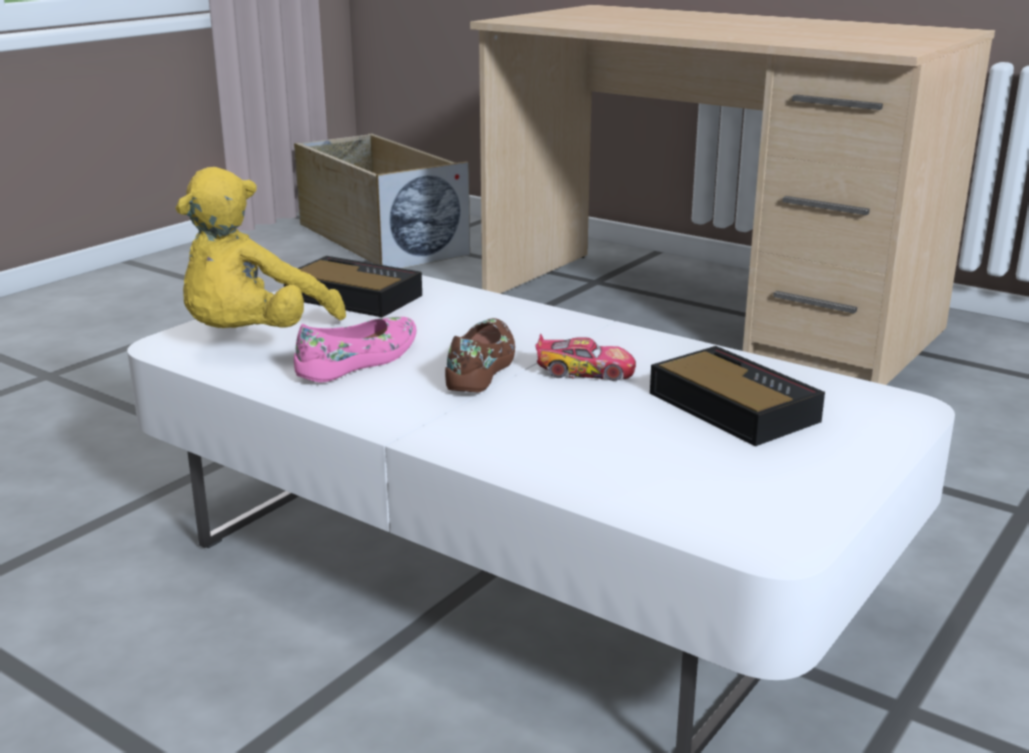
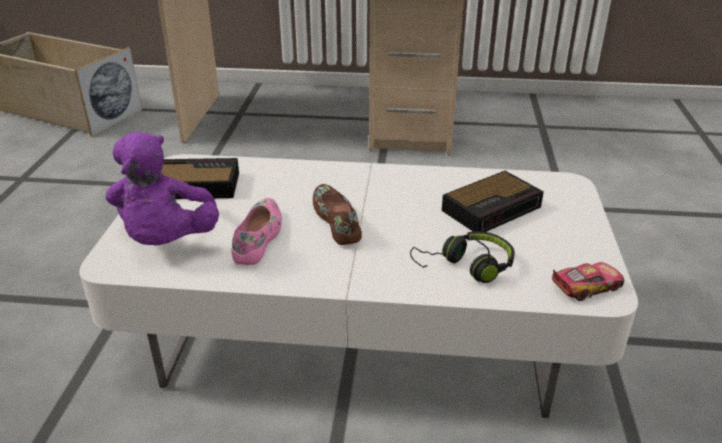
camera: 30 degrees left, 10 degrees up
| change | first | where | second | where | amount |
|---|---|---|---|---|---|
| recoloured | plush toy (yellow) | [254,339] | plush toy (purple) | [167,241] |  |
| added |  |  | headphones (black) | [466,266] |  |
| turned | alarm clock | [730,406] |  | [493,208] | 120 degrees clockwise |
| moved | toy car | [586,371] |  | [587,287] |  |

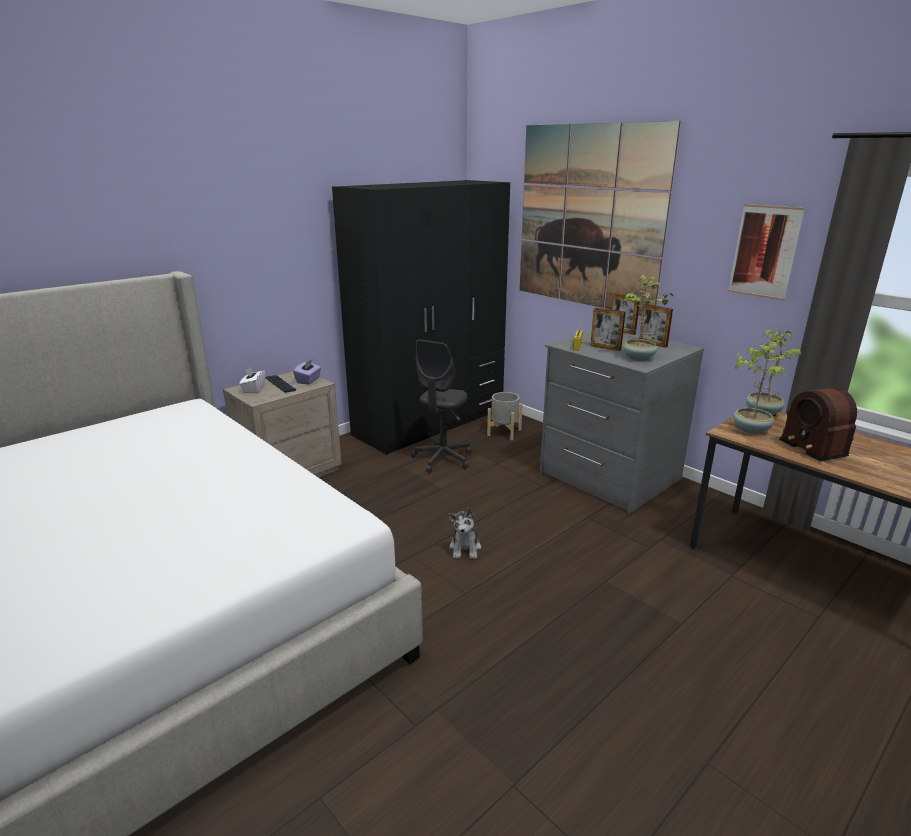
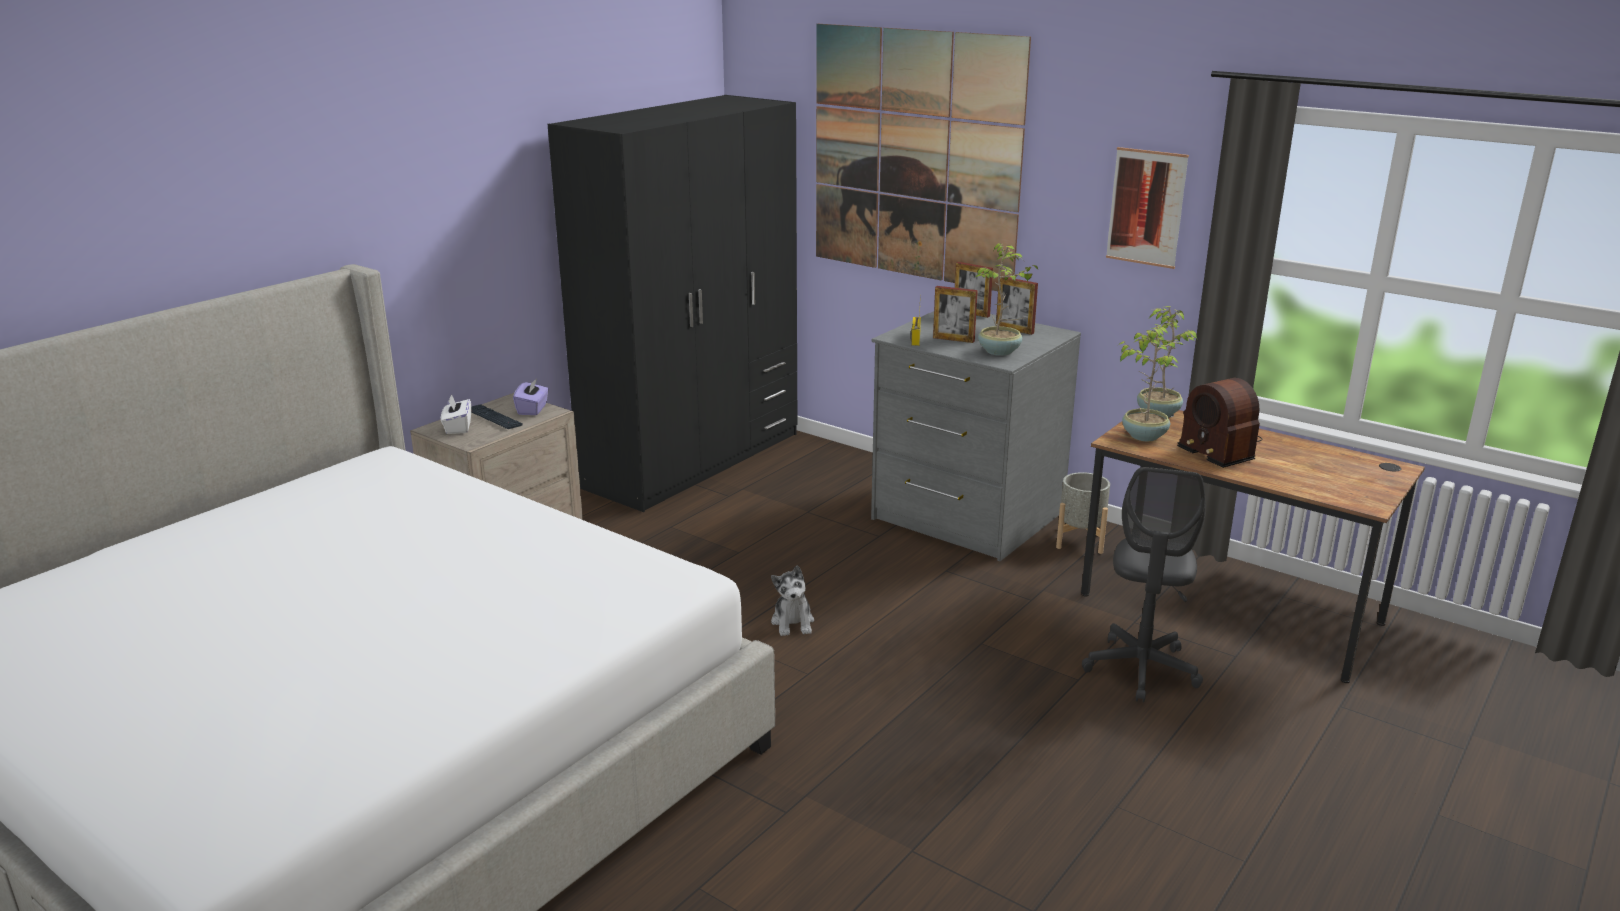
camera: 10 degrees left, 0 degrees up
| change | first | where | second | where | amount |
|---|---|---|---|---|---|
| moved | planter (grey) | [504,432] |  | [1080,540] |  |
| moved | office chair (grey) | [442,459] |  | [1141,670] |  |

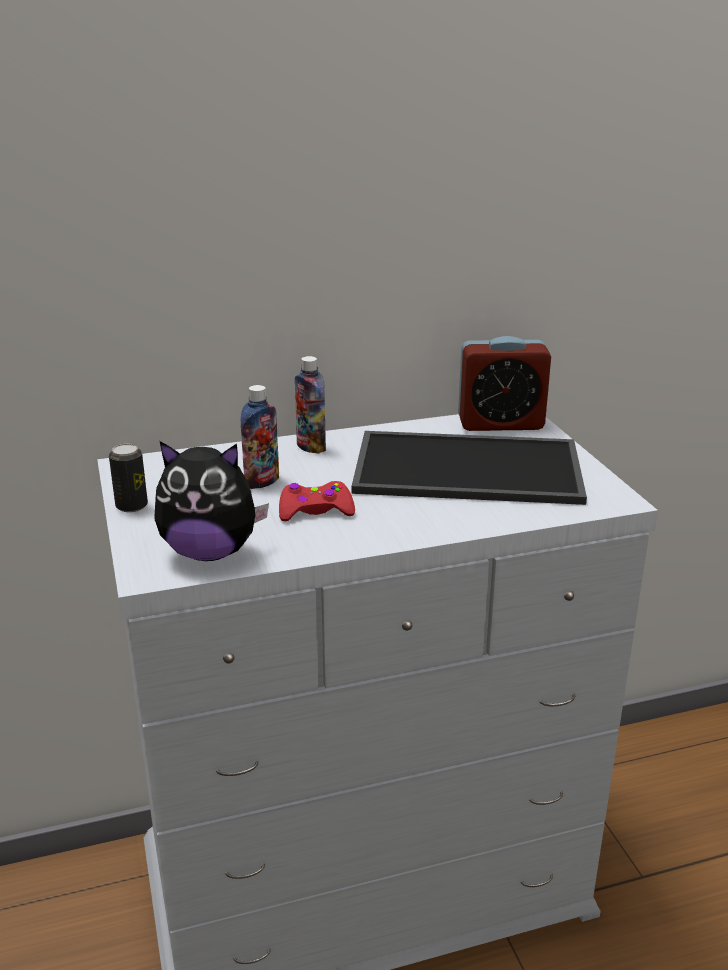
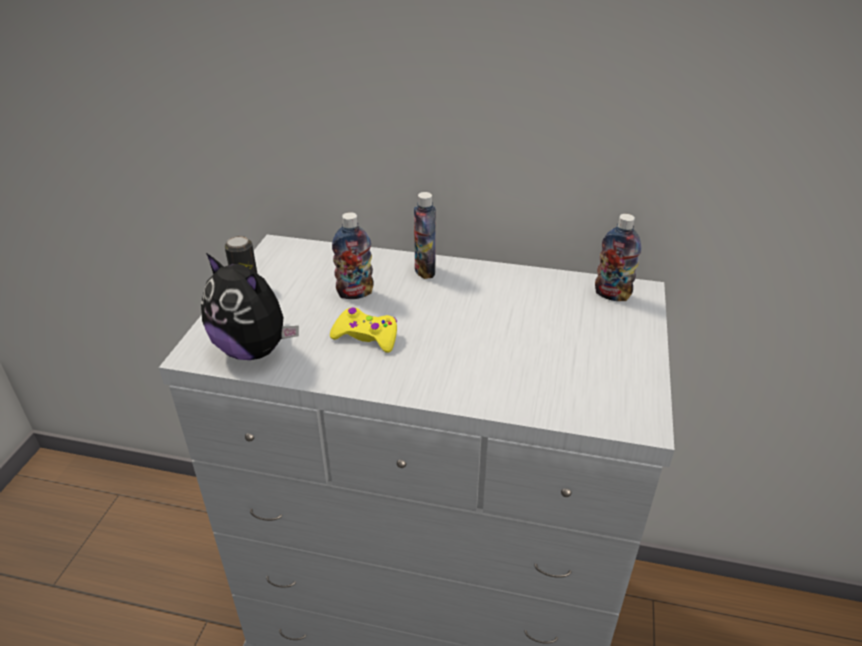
camera: 30 degrees right, 10 degrees up
| change | first | where | second | where | amount |
|---|---|---|---|---|---|
| recoloured | game controller (red) | [315,510] | game controller (yellow) | [366,336] |  |
| replaced | alarm clock | [500,423] | bottle | [612,295] |  |
| removed | tray | [465,470] |  |  |  |

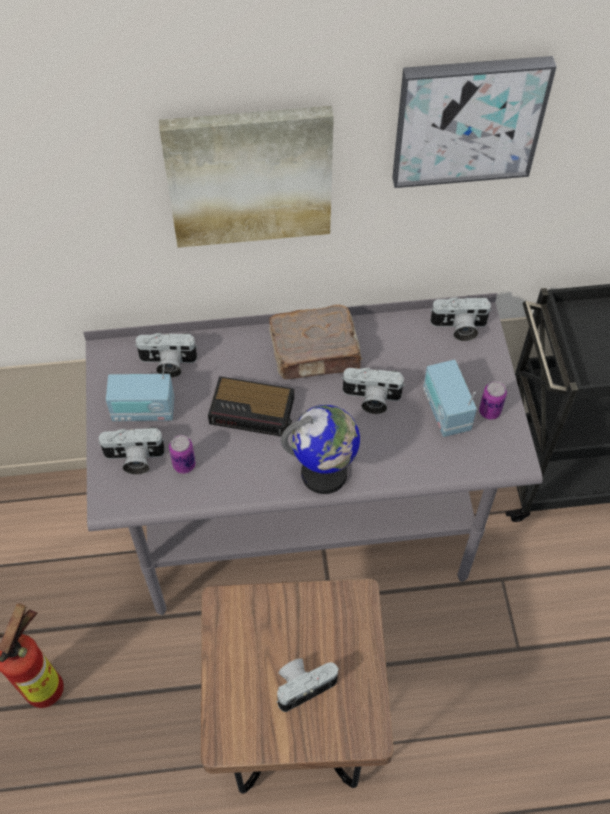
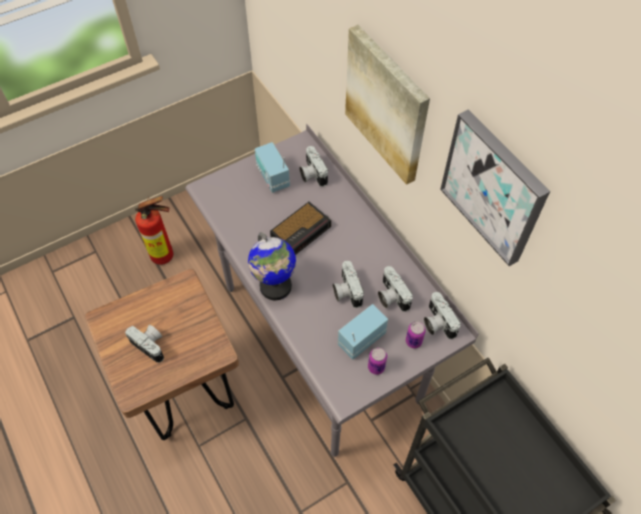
camera: 65 degrees right, 0 degrees up
| change | first | where | second | where | amount |
|---|---|---|---|---|---|
| turned | alarm clock | [254,411] |  | [302,231] | 120 degrees counterclockwise |
| moved | photo camera | [134,459] |  | [390,296] |  |
| moved | can | [184,464] |  | [413,341] |  |
| removed | book (brown) | [316,353] |  |  |  |

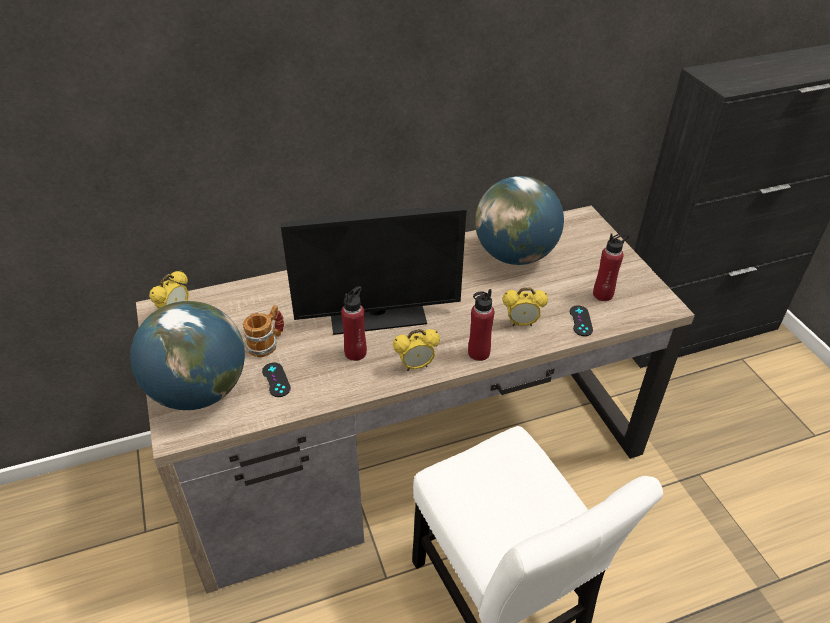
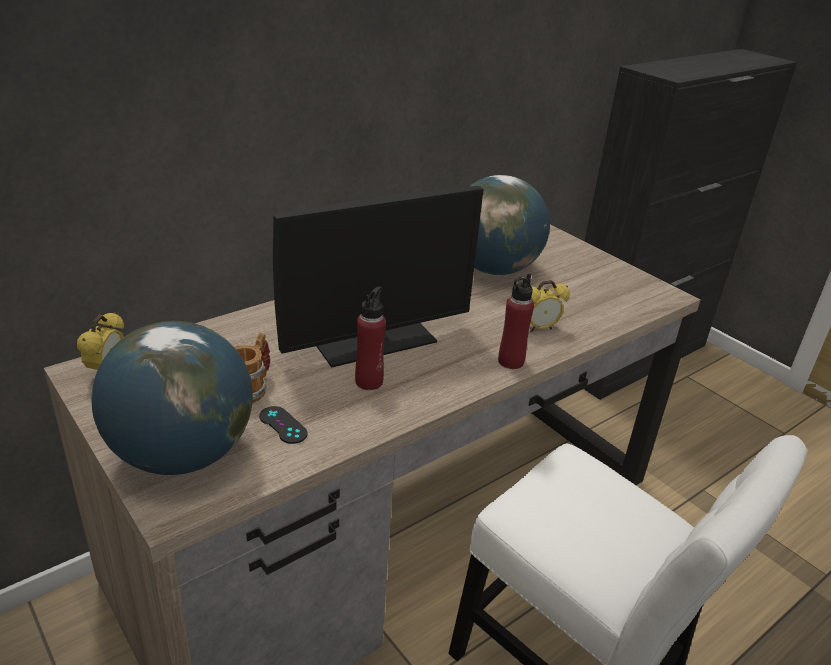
camera: 20 degrees left, 10 degrees down
| change | first | where | second | where | amount |
|---|---|---|---|---|---|
| removed | alarm clock | [416,366] |  |  |  |
| removed | game controller (black) | [581,321] |  |  |  |
| removed | bottle (red) | [603,294] |  |  |  |

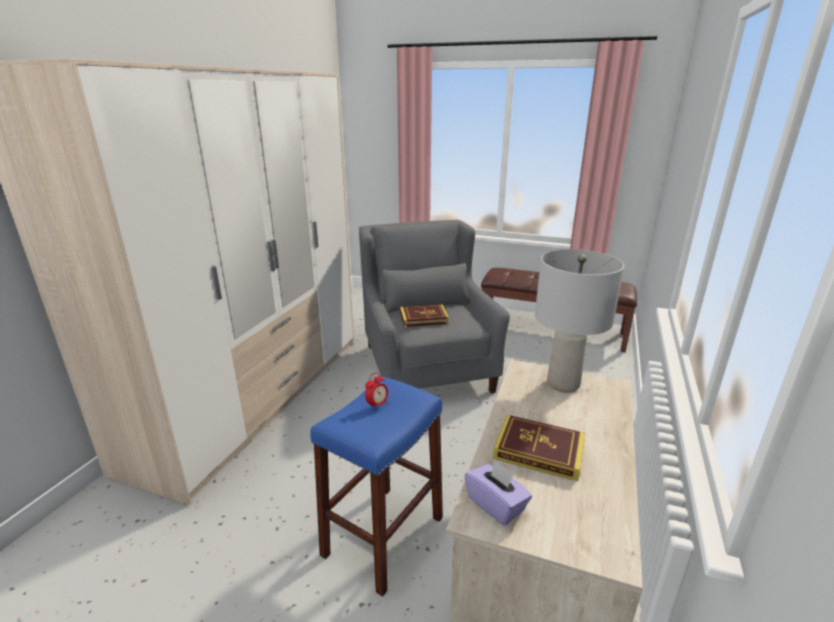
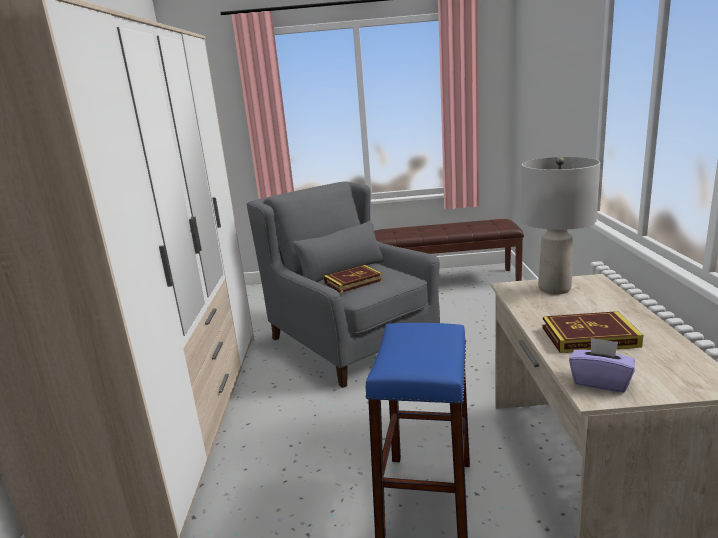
camera: 20 degrees left, 5 degrees down
| change | first | where | second | where | amount |
|---|---|---|---|---|---|
| removed | alarm clock | [377,405] |  |  |  |

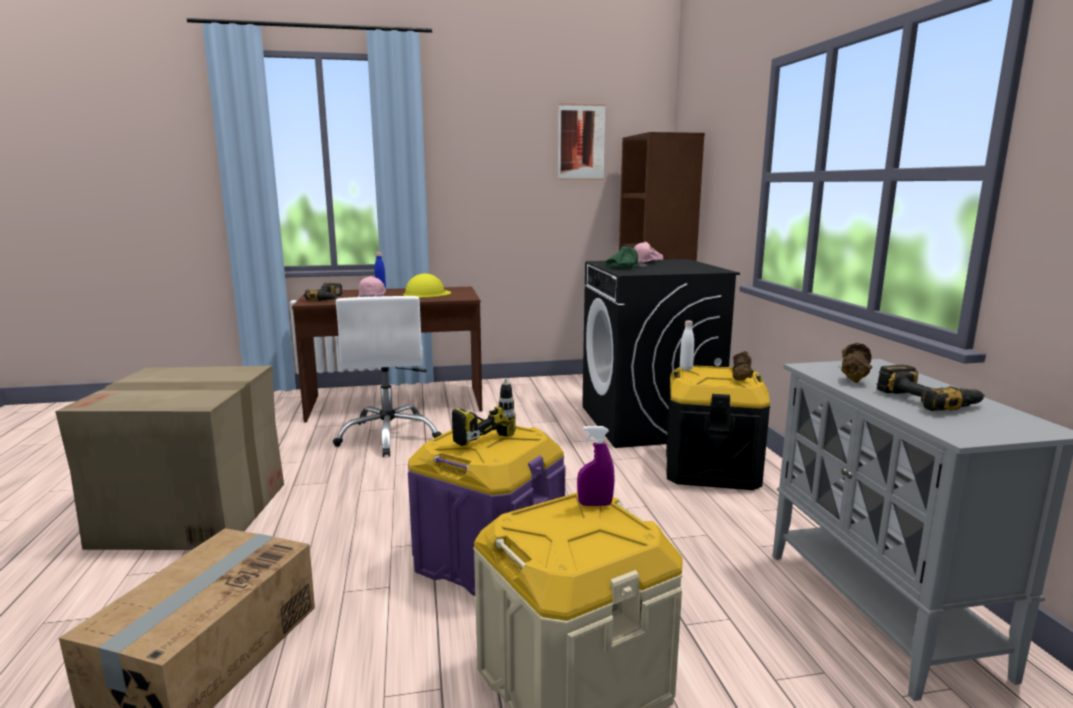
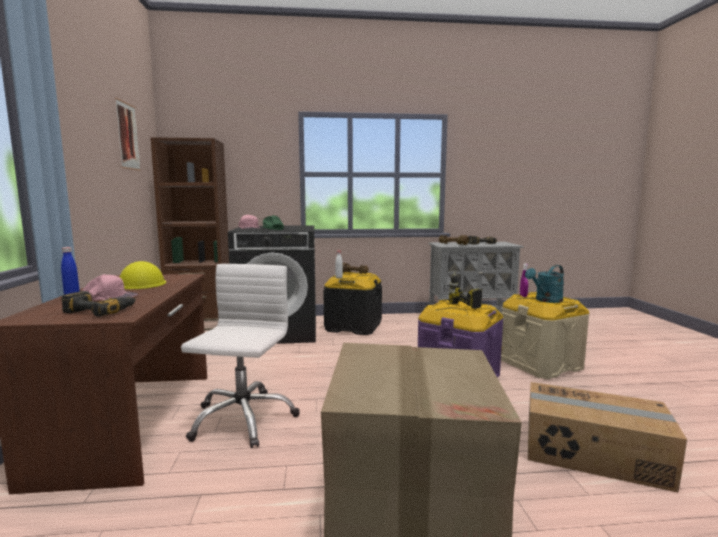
camera: 85 degrees left, 5 degrees down
| change | first | where | second | where | amount |
|---|---|---|---|---|---|
| turned | office chair (white) | [389,436] |  | [242,419] | 75 degrees counterclockwise |
| added |  |  | watering can (turquoise) | [546,300] |  |

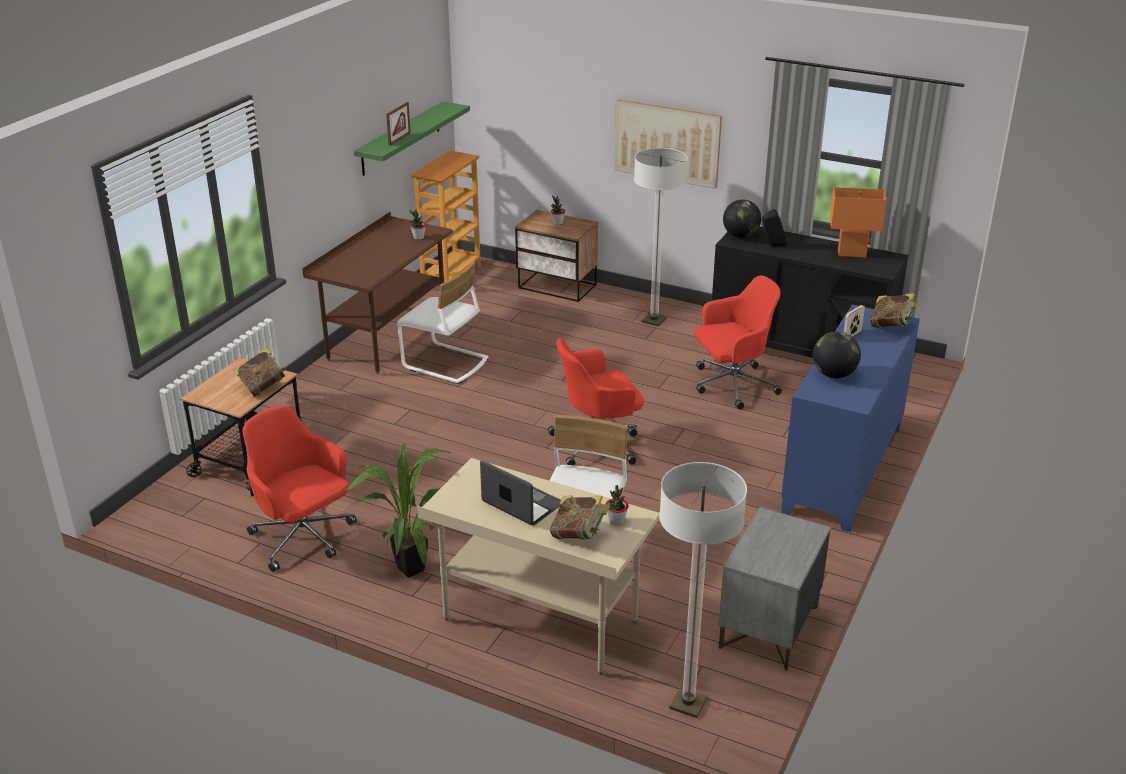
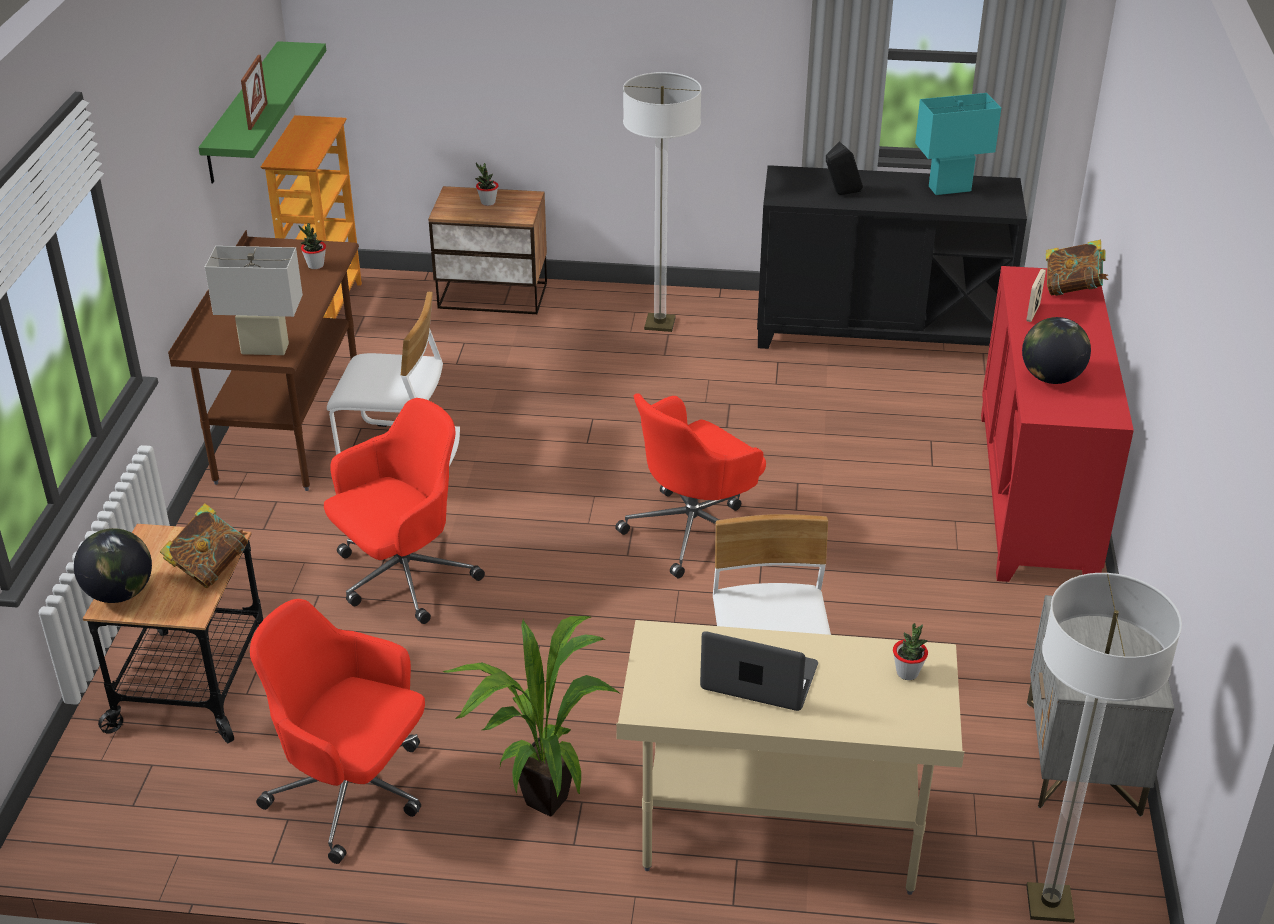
camera: 20 degrees left, 5 degrees up
| change | first | where | second | where | amount |
|---|---|---|---|---|---|
| moved | globe | [740,236] |  | [120,593] |  |
| added |  |  | table lamp (white) | [265,349] |  |
| moved | office chair (red) | [732,385] |  | [403,577] |  |
| recoloured | table lamp (orange) | [851,254] | table lamp (turquoise) | [949,189] |  |
| recoloured | cabinet (blue) | [844,469] | cabinet (red) | [1036,496] |  |
| removed | book | [579,535] |  |  |  |
| removed | picture | [667,143] |  |  |  |

